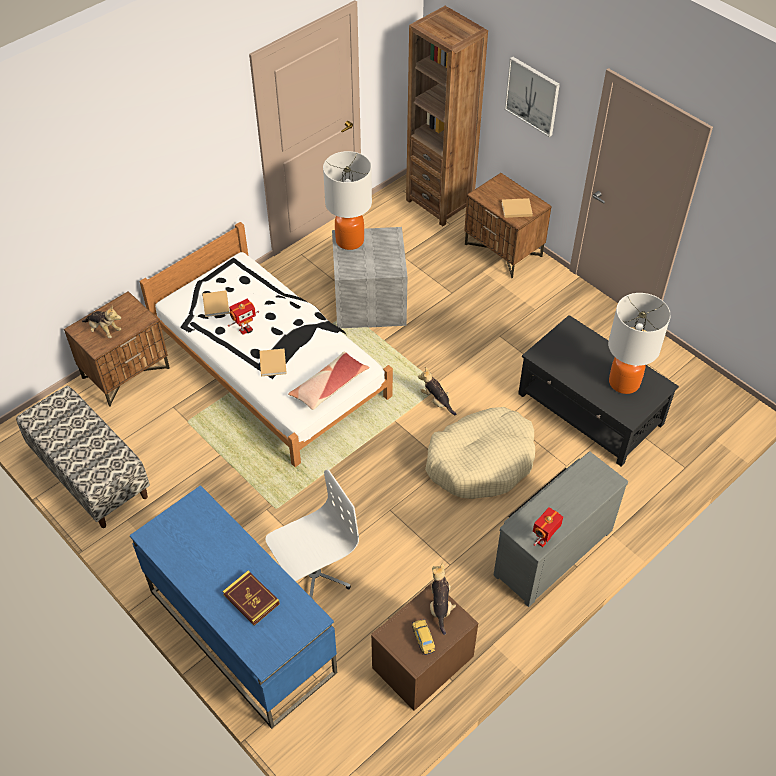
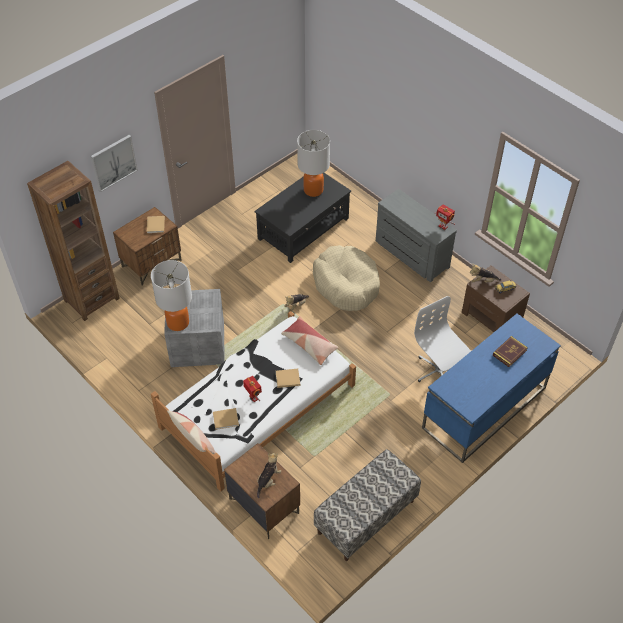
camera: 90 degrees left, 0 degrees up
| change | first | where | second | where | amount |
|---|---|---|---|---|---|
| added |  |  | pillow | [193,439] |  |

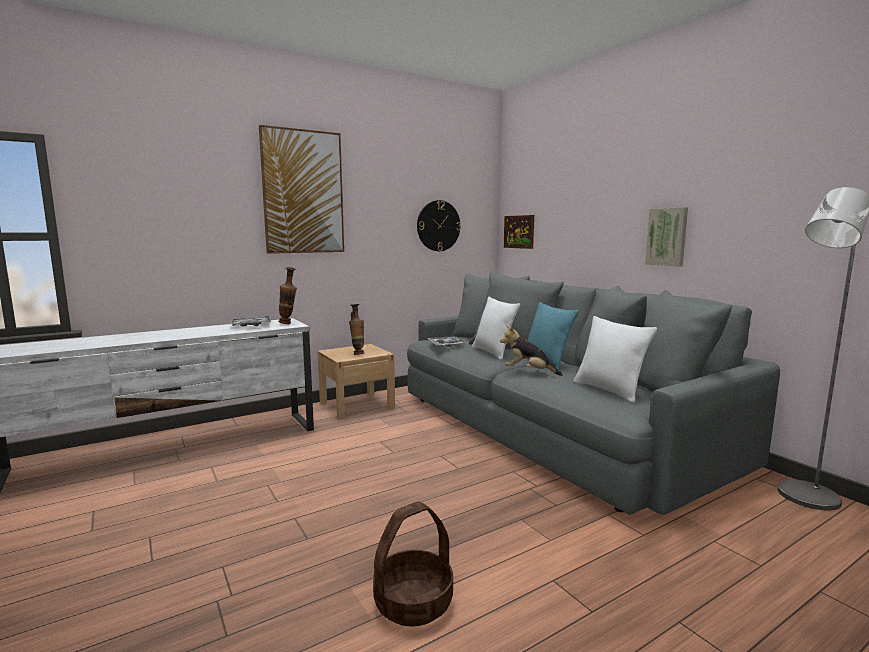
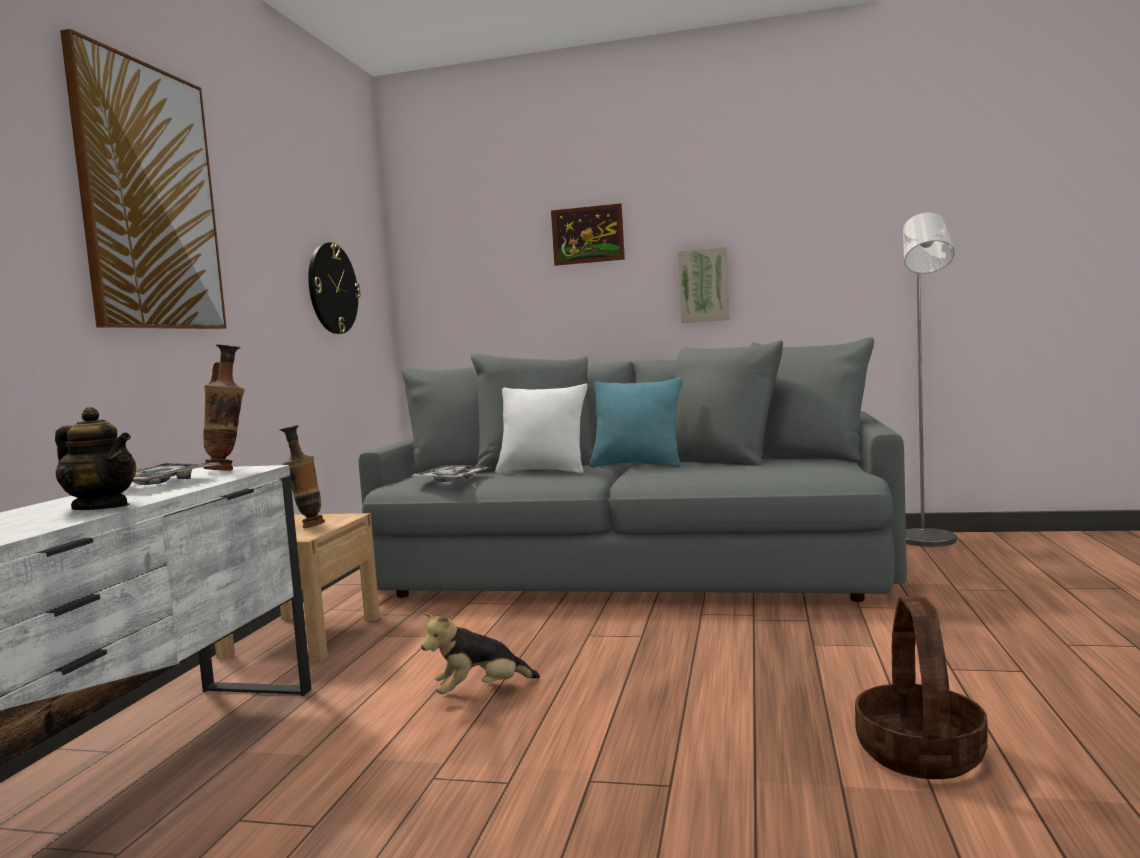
camera: 45 degrees left, 5 degrees down
| change | first | where | second | where | amount |
|---|---|---|---|---|---|
| added |  |  | teapot | [101,507] |  |
| moved | plush toy | [528,372] |  | [480,692] |  |
| moved | picture | [519,231] |  | [587,235] |  |
| removed | pillow (white) | [609,390] |  |  |  |

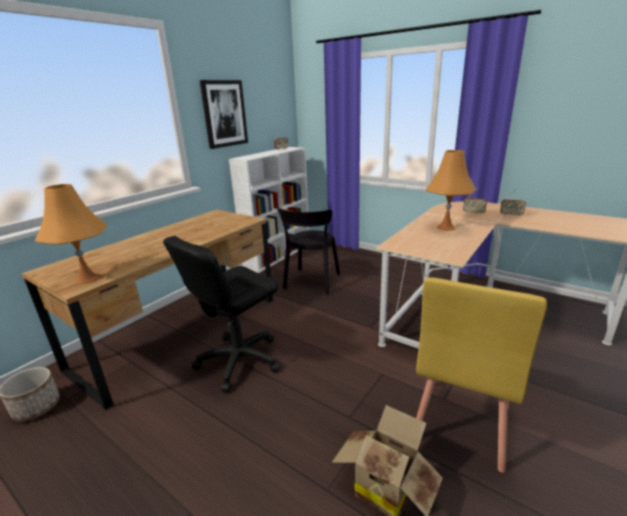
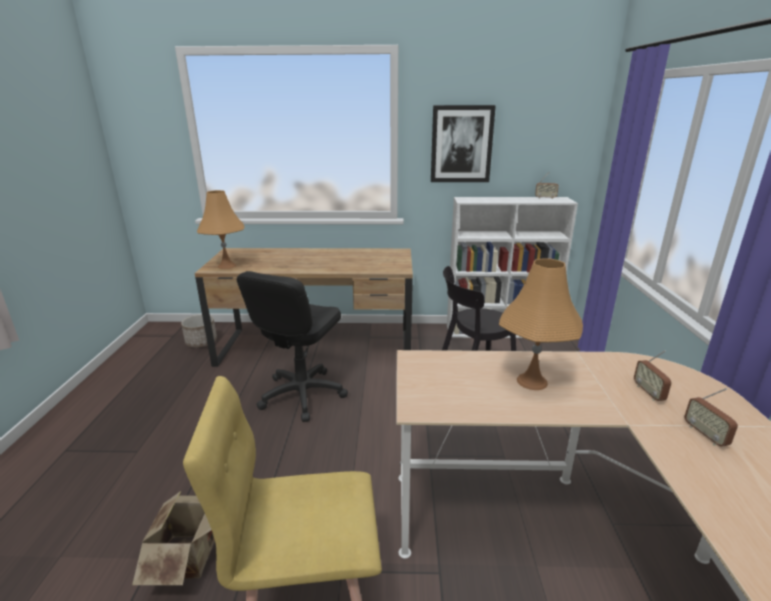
camera: 55 degrees right, 0 degrees up
| change | first | where | second | where | amount |
|---|---|---|---|---|---|
| turned | office chair (black) | [239,360] |  | [302,394] | 75 degrees counterclockwise |

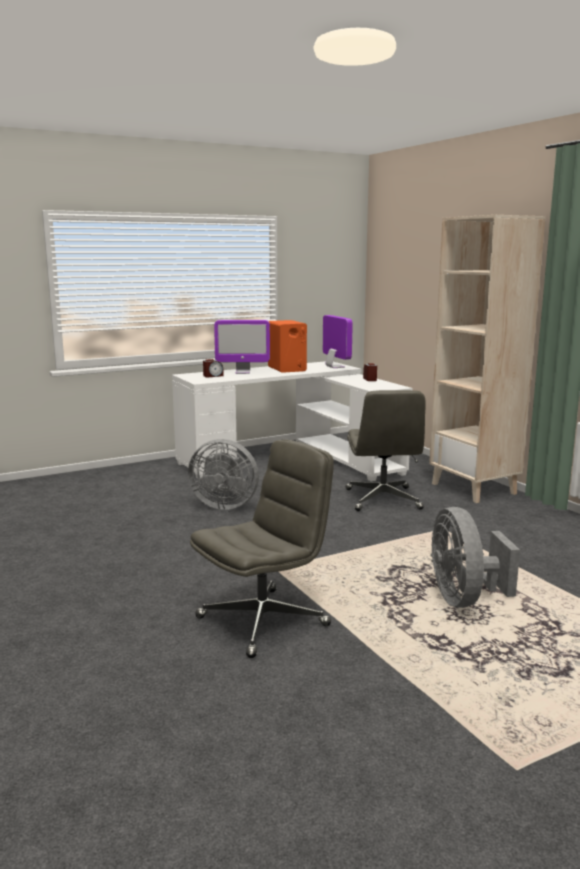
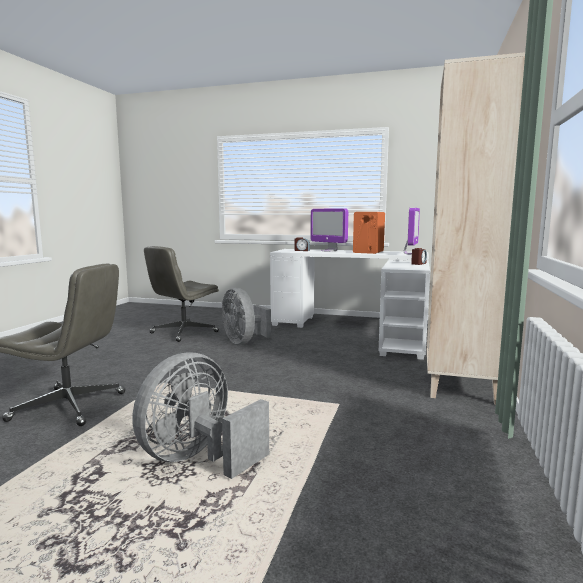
camera: 45 degrees right, 5 degrees down
| change | first | where | second | where | amount |
|---|---|---|---|---|---|
| moved | office chair (grey) | [383,499] |  | [183,333] |  |

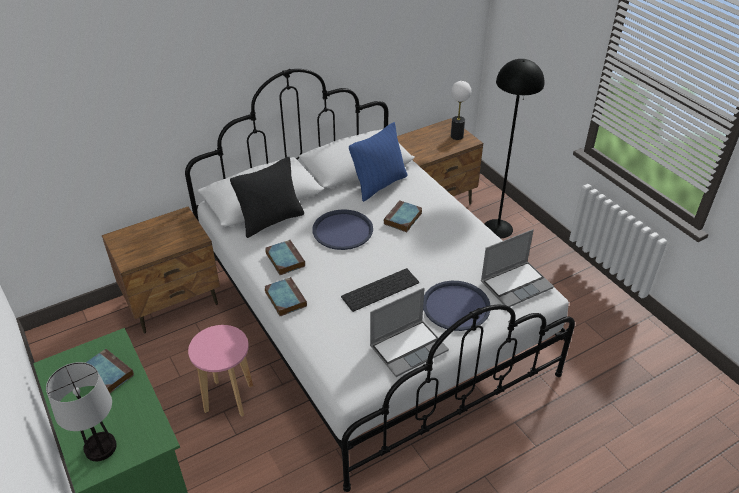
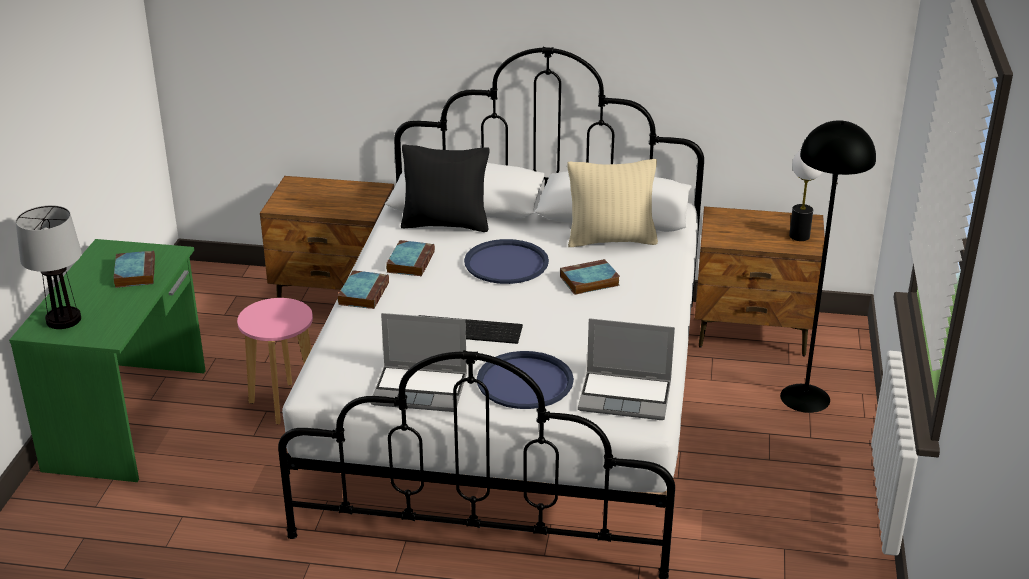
camera: 40 degrees right, 10 degrees down
| change | first | where | second | where | amount |
|---|---|---|---|---|---|
| recoloured | pillow (blue) | [379,185] | pillow (beige) | [611,240] |  |

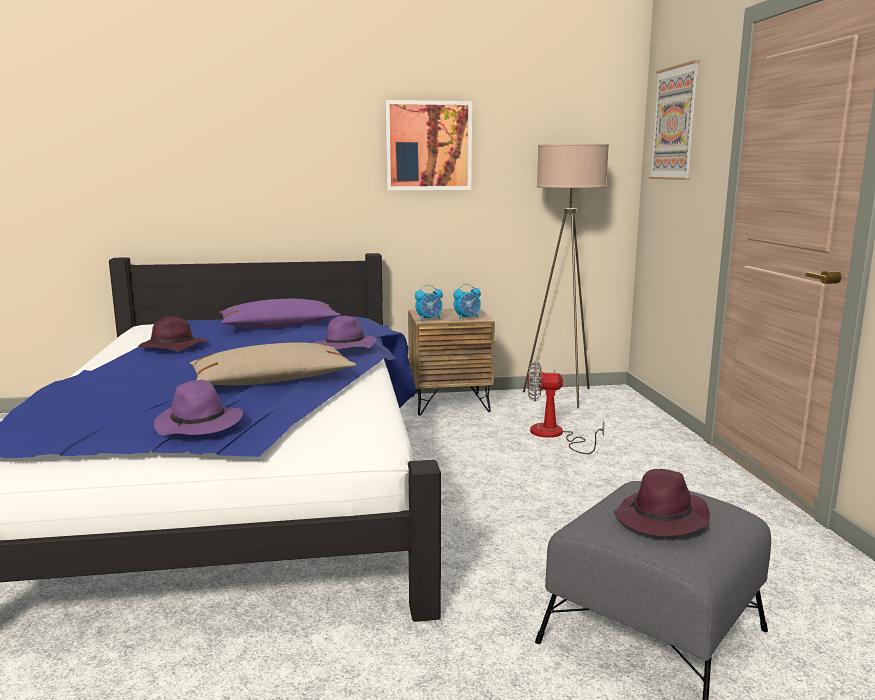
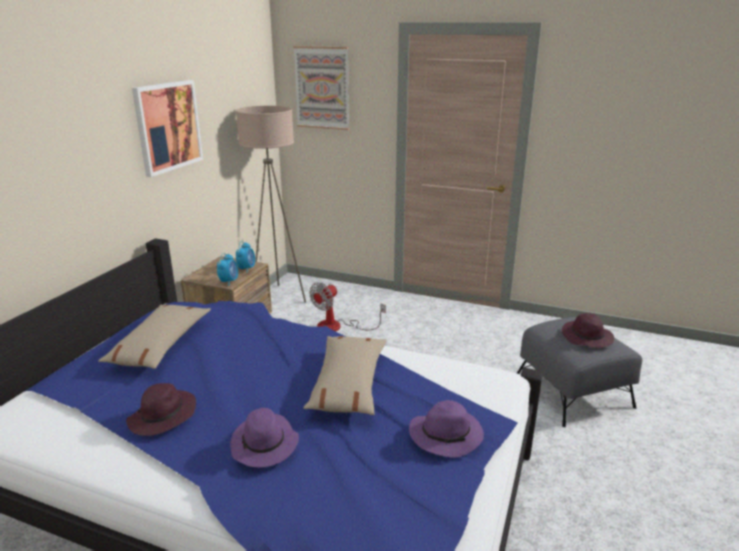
camera: 60 degrees left, 10 degrees up
| change | first | where | second | where | amount |
|---|---|---|---|---|---|
| recoloured | pillow (purple) | [279,326] | pillow (beige) | [160,345] |  |
| moved | hat (purple) | [344,347] |  | [265,445] |  |

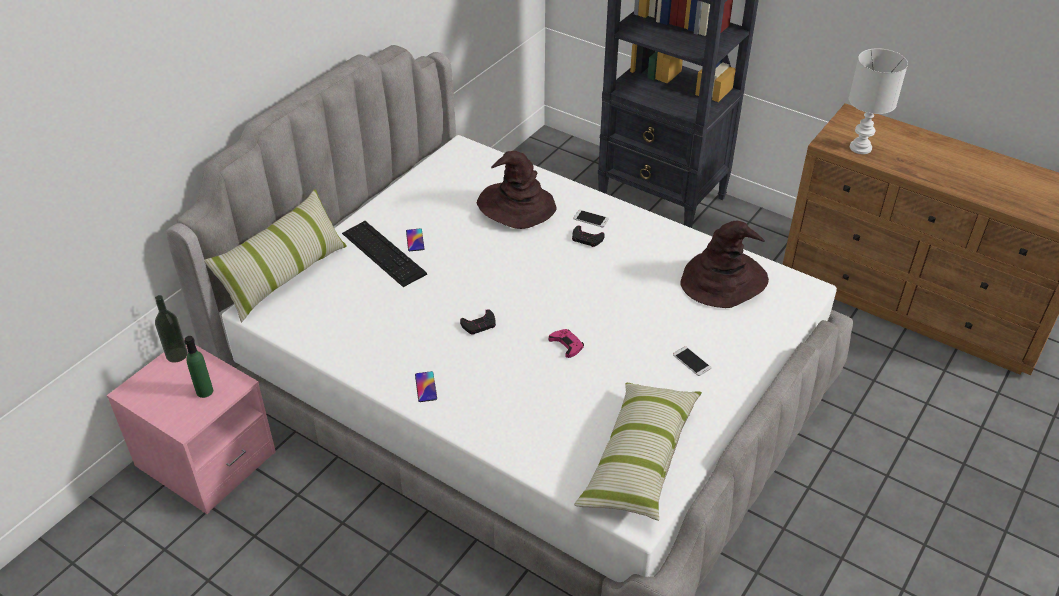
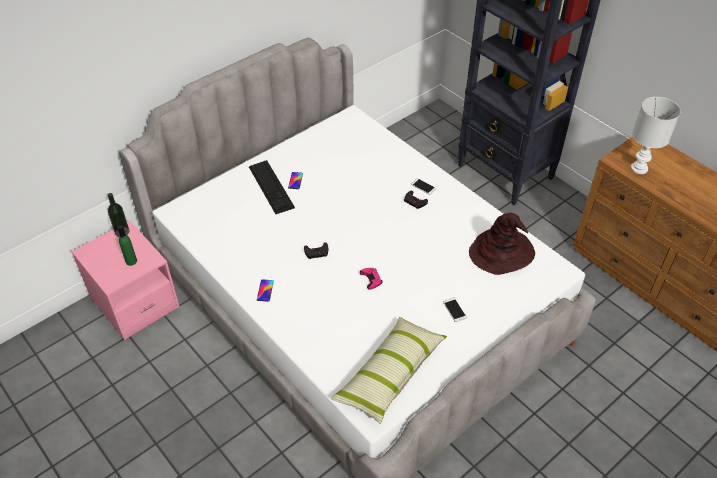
camera: 15 degrees right, 5 degrees up
| change | first | where | second | where | amount |
|---|---|---|---|---|---|
| removed | pillow | [285,277] |  |  |  |
| removed | hat (brown) | [515,207] |  |  |  |

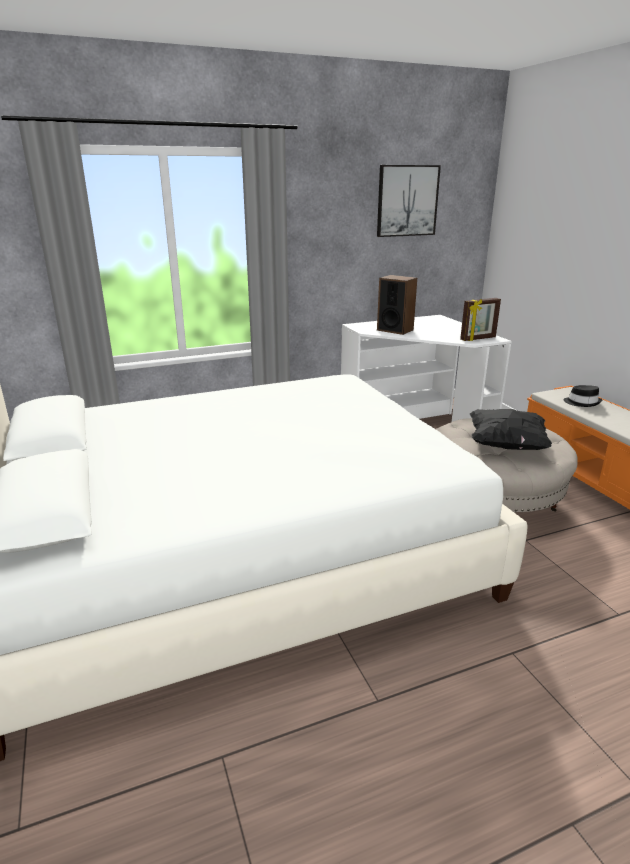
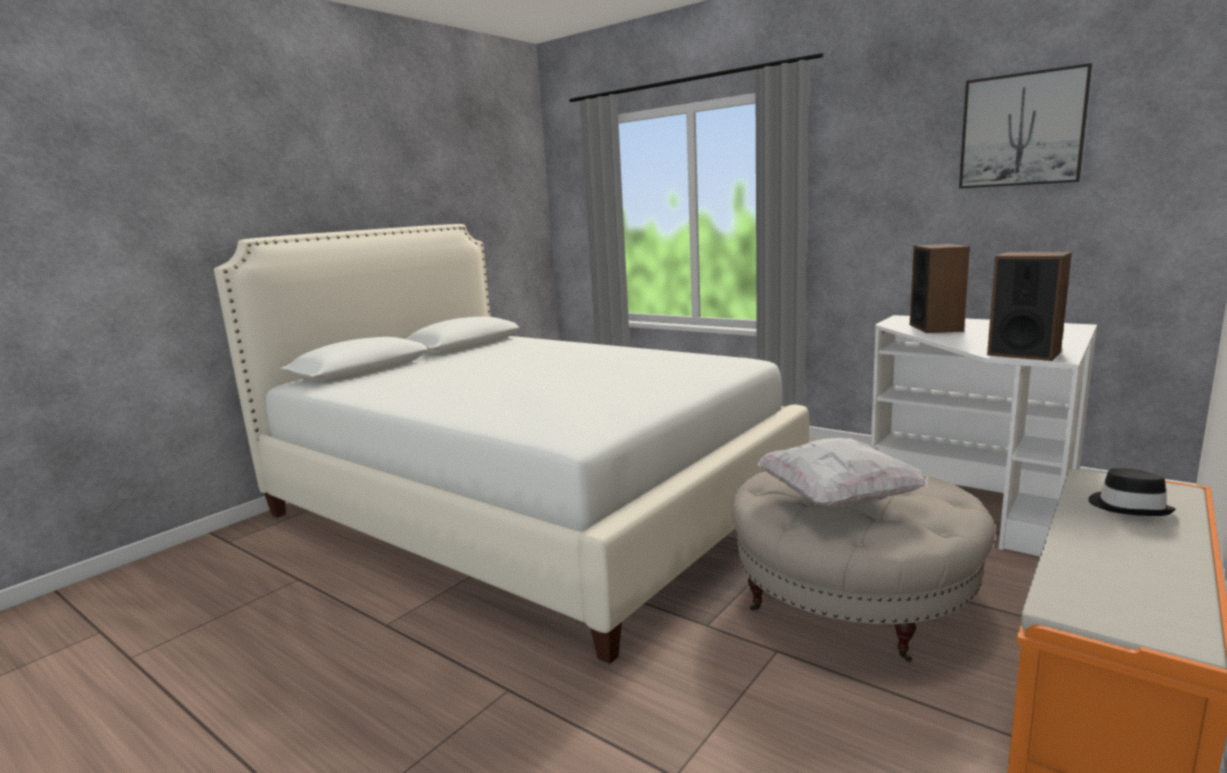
camera: 60 degrees right, 10 degrees down
| change | first | where | second | where | amount |
|---|---|---|---|---|---|
| recoloured | pillow (black) | [506,445] | pillow (white) | [837,499] |  |
| replaced | picture frame | [478,339] | speaker | [1023,353] |  |

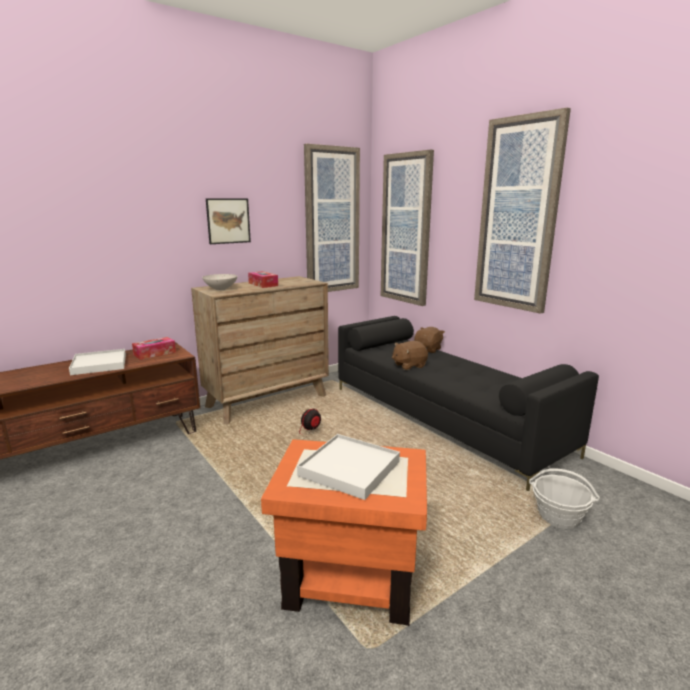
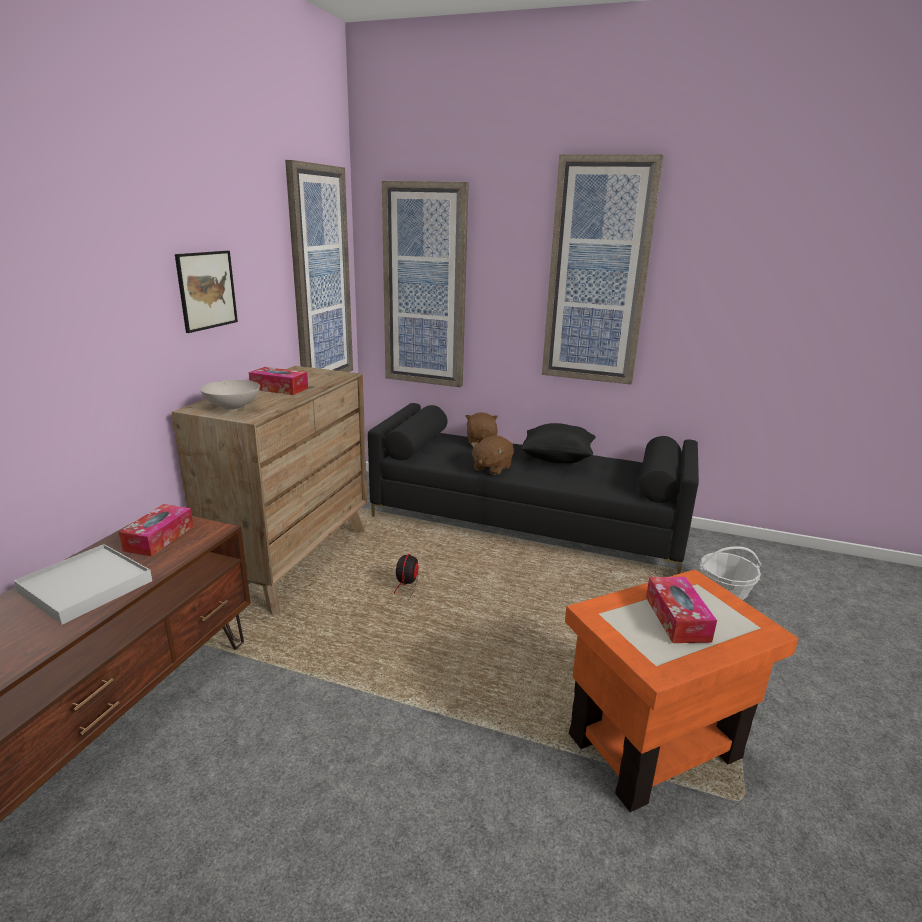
camera: 35 degrees left, 5 degrees up
| change | first | where | second | where | amount |
|---|---|---|---|---|---|
| added |  |  | pillow (black) | [557,459] |  |
| replaced | tray (white) | [349,469] | tissue box | [677,618] |  |

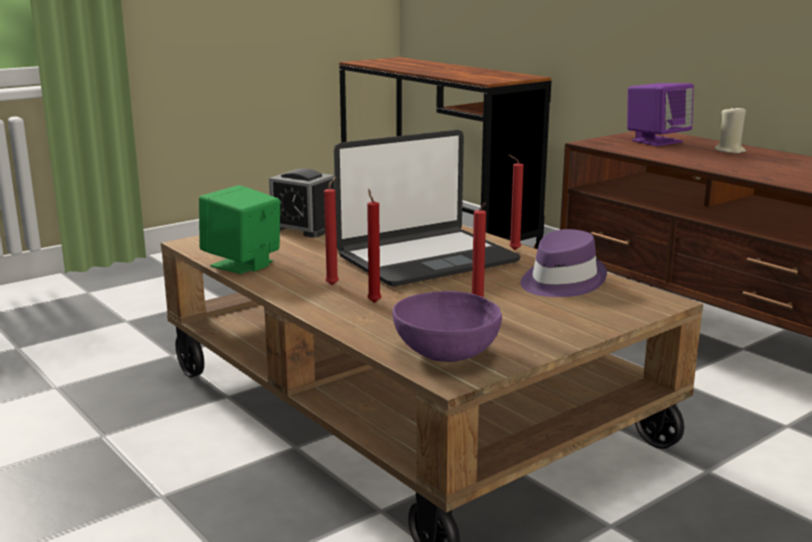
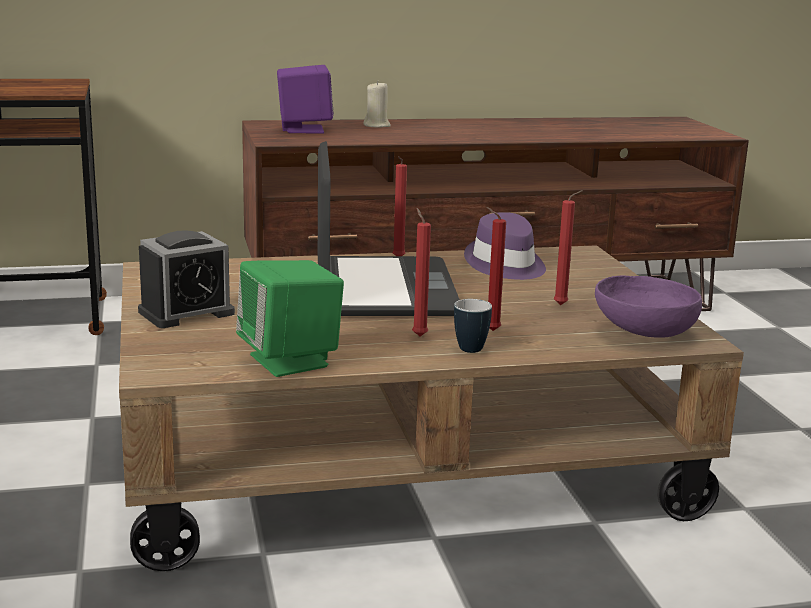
camera: 65 degrees left, 0 degrees up
| change | first | where | second | where | amount |
|---|---|---|---|---|---|
| added |  |  | mug | [473,347] |  |

